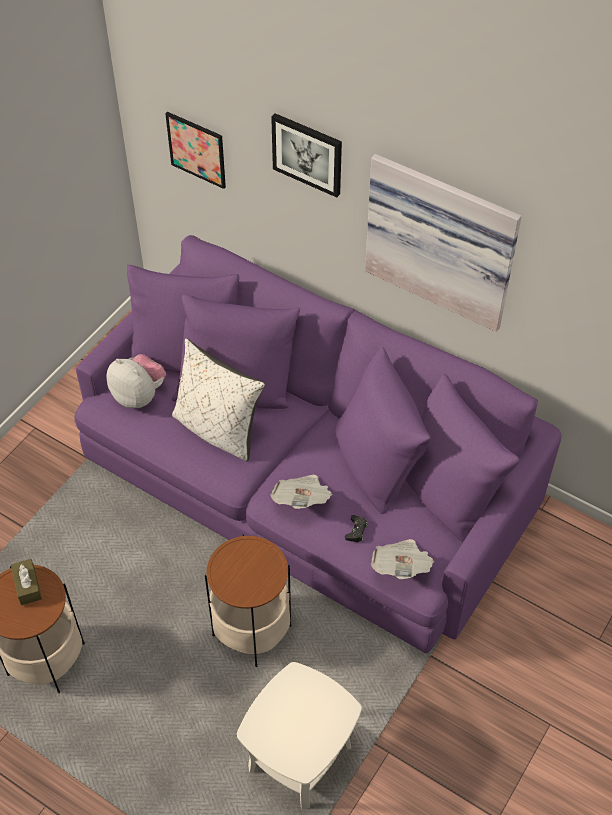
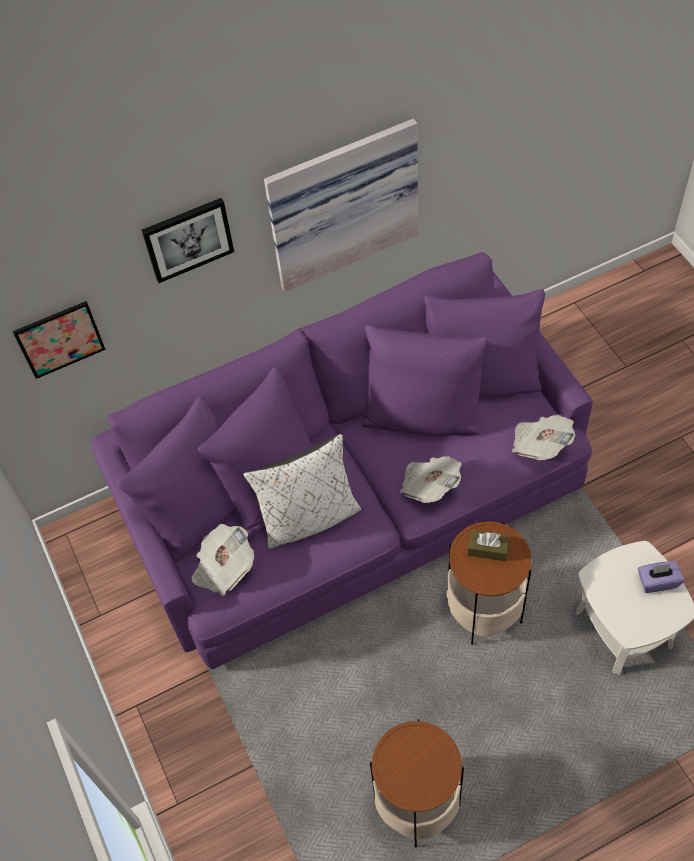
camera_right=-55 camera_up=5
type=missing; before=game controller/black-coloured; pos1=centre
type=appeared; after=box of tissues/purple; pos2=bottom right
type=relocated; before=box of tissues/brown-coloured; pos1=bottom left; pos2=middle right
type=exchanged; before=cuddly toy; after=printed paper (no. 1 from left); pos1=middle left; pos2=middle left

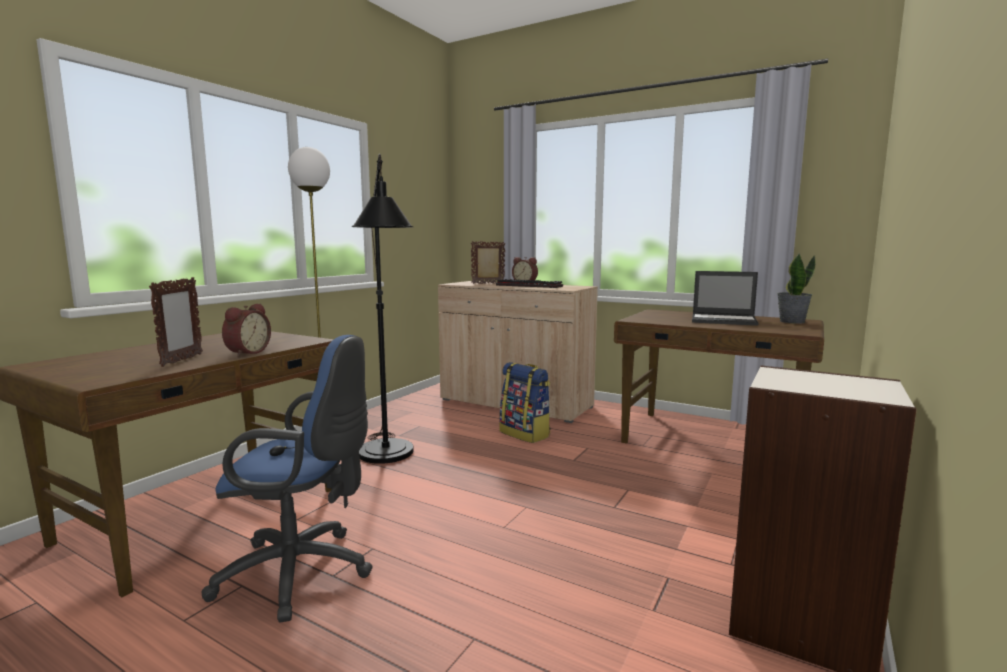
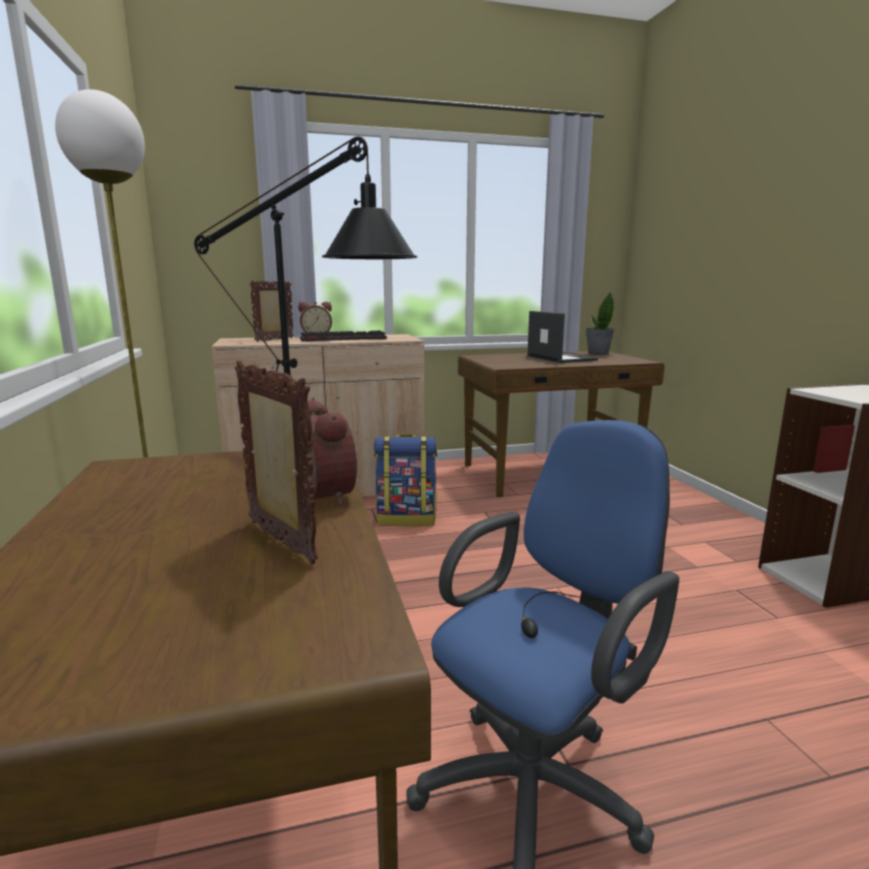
camera_right=-45 camera_up=5
type=spun; before=portable computer; pos1=middle right; pos2=centre; turn=-90

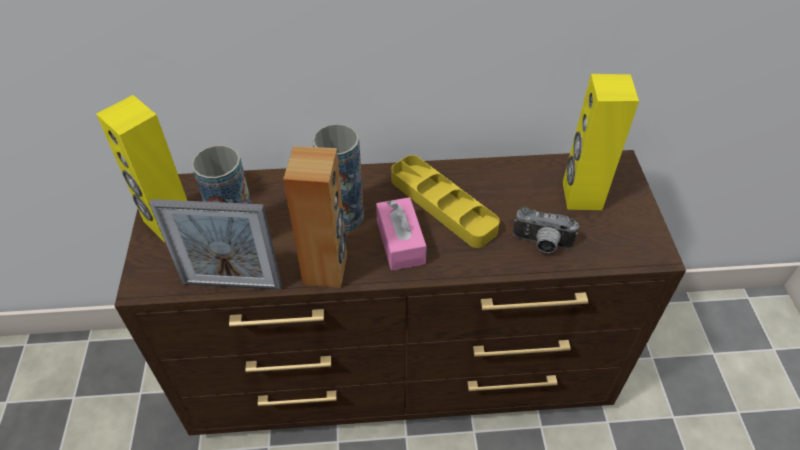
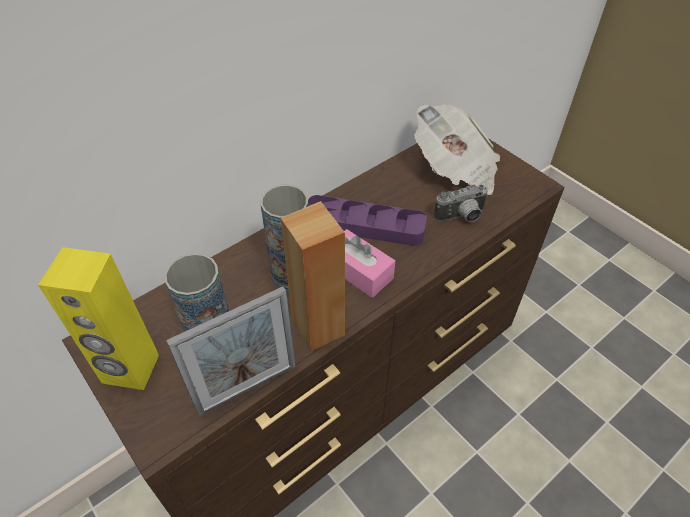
camera_right=-35 camera_up=0
type=exchanged; before=audio speaker/yellow (no. 2 from left); after=printed paper; pos1=top right; pos2=top centre
type=colour; before=carrying tray/yellow; after=carrying tray/purple; pos1=centre; pos2=centre

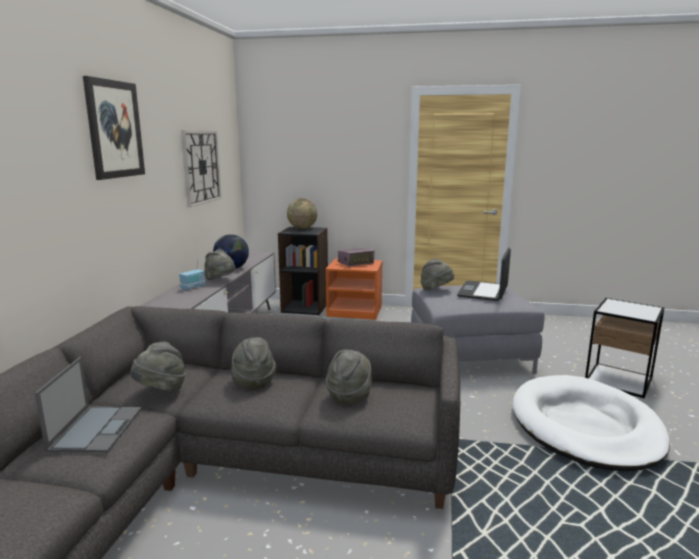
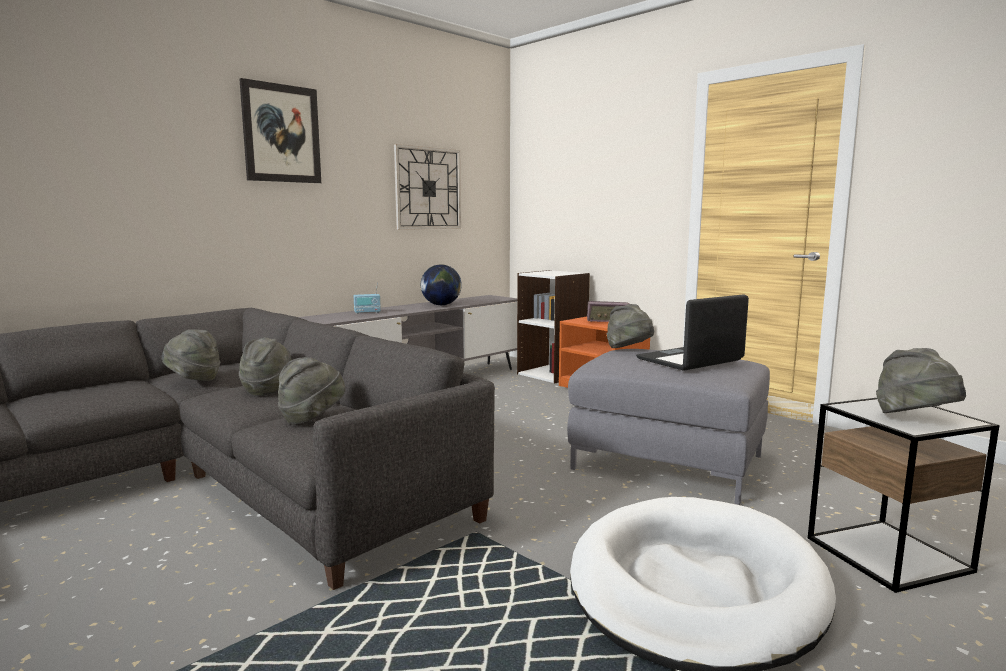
camera_right=35 camera_up=-5
type=missing; before=portable computer (no. 1 from left); pos1=bottom left
type=missing; before=world globe (no. 2 from left); pos1=centre
type=relocated; before=wearable hat/gray (no. 2 from left in the first image); after=wearable hat/gray (no. 5 from left); pos1=middle left; pos2=middle right
type=colour; before=shelving unit/black-coloured; after=shelving unit/white; pos1=centre; pos2=centre

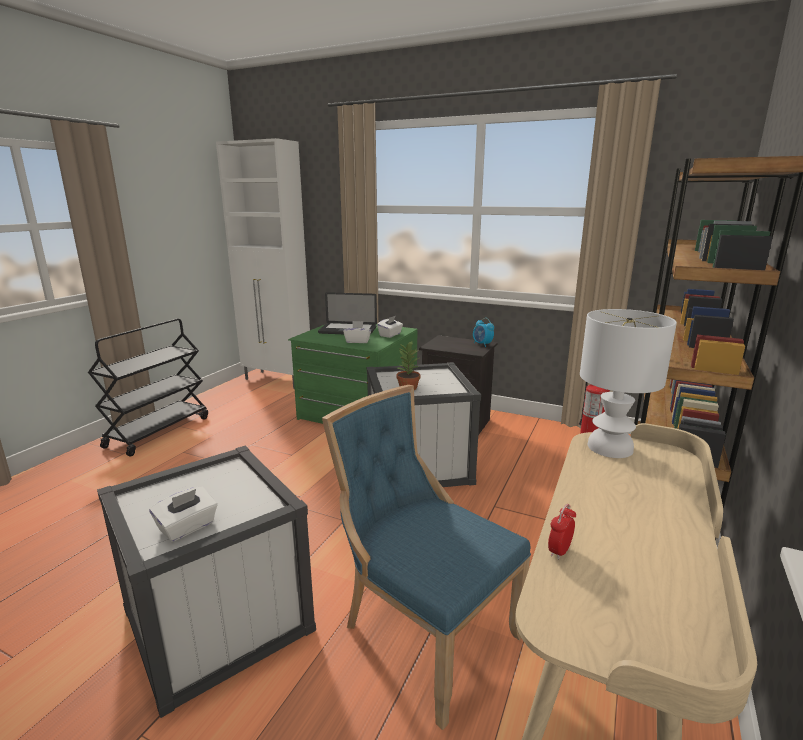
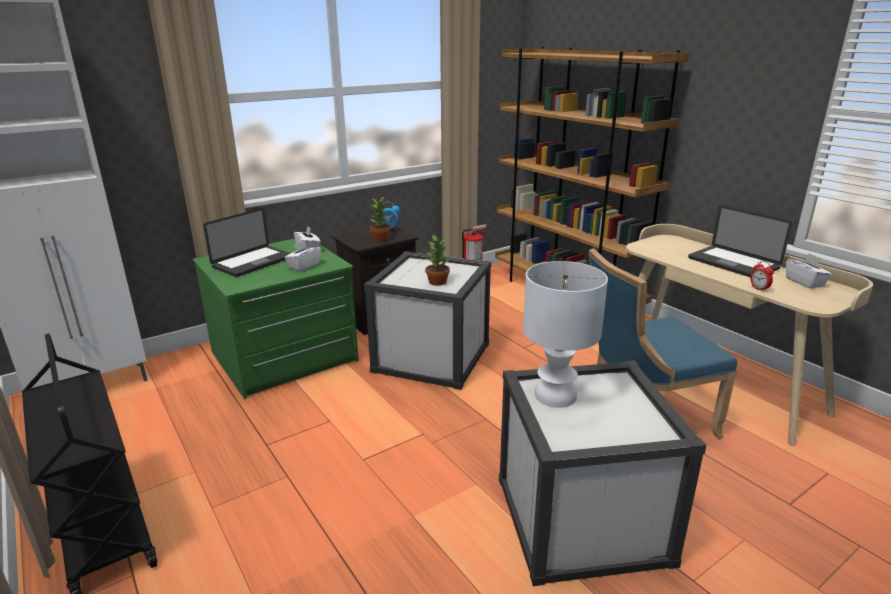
camera_right=-60 camera_up=5
type=appeared; after=houseplant (no. 1 from left); pos2=centre
type=appeared; after=portable computer (no. 2 from left); pos2=middle right
type=relocated; before=box of tissues/white (no. 1 from left in the first image); after=box of tissues/white (no. 3 from left); pos1=bottom left; pos2=middle right
type=relocated; before=table lamp/white; pos1=middle right; pos2=centre

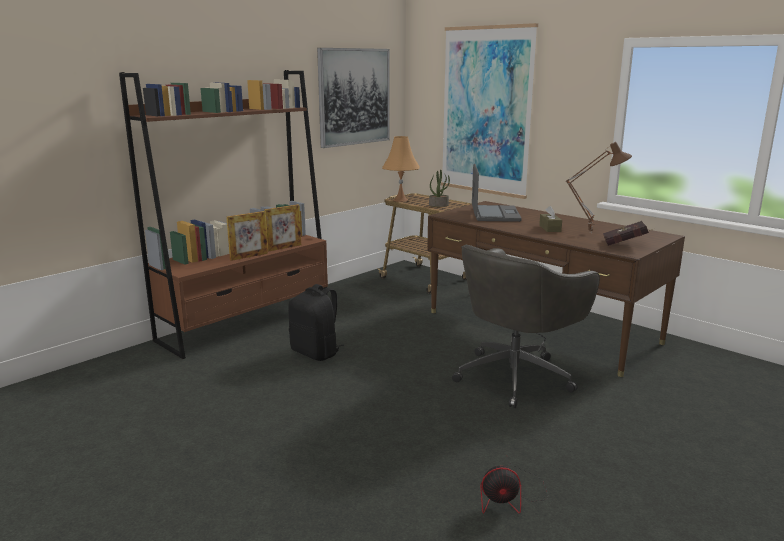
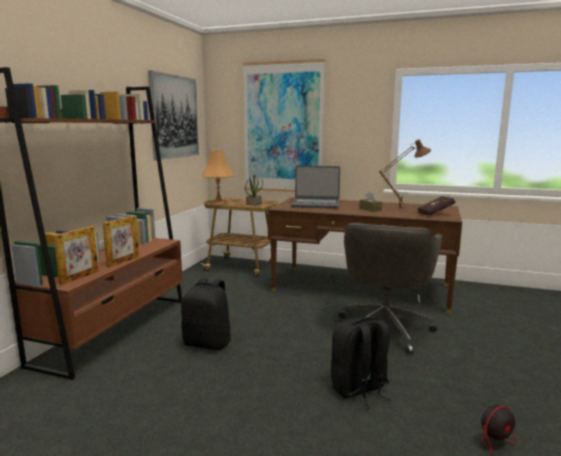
camera_right=-25 camera_up=-5
type=appeared; after=backpack/black-coloured (no. 2 from left); pos2=bottom centre
type=relocated; before=standing frame (no. 2 from left in the first image); after=standing frame (no. 1 from left); pos1=centre; pos2=middle left
type=spun; before=portable computer; pos1=centre; pos2=centre; turn=120

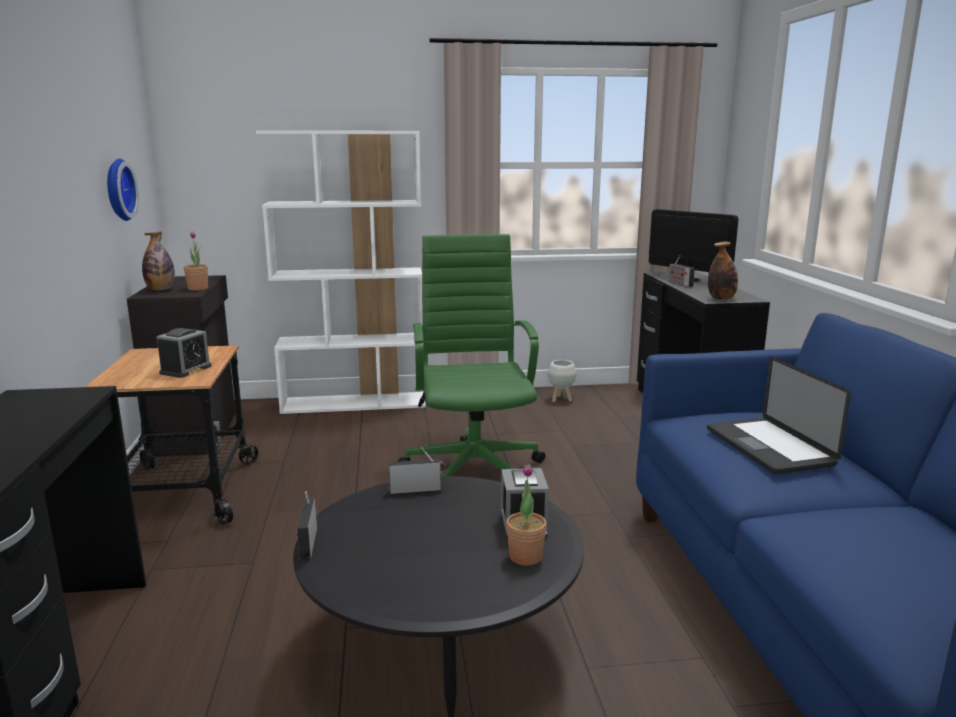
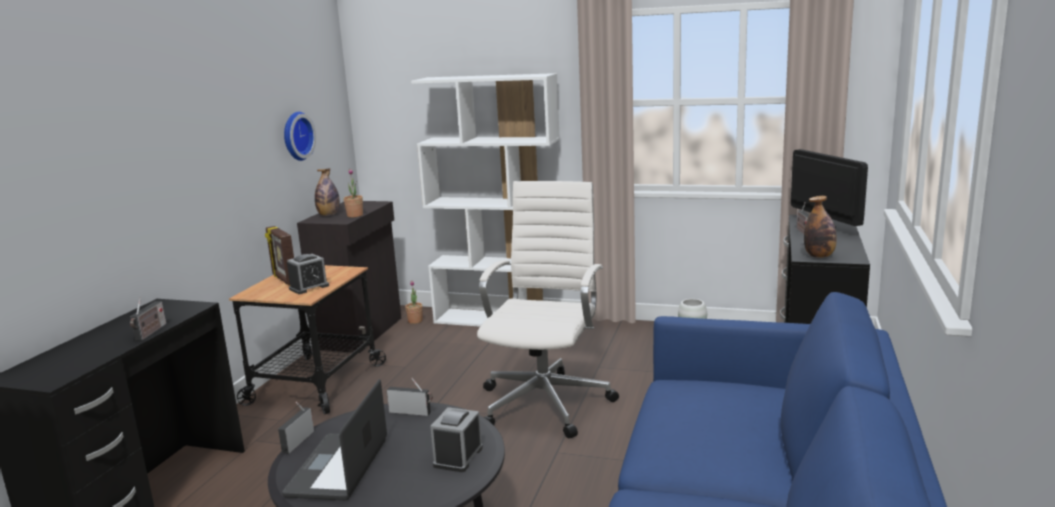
camera_right=25 camera_up=0
type=appeared; after=radio set (no. 1 from left); pos2=middle left
type=appeared; after=standing frame; pos2=middle left
type=relocated; before=houseplant (no. 2 from left); pos1=bottom centre; pos2=centre
type=relocated; before=portable computer; pos1=middle right; pos2=bottom left
type=colour; before=desk chair/green; after=desk chair/white; pos1=centre; pos2=centre

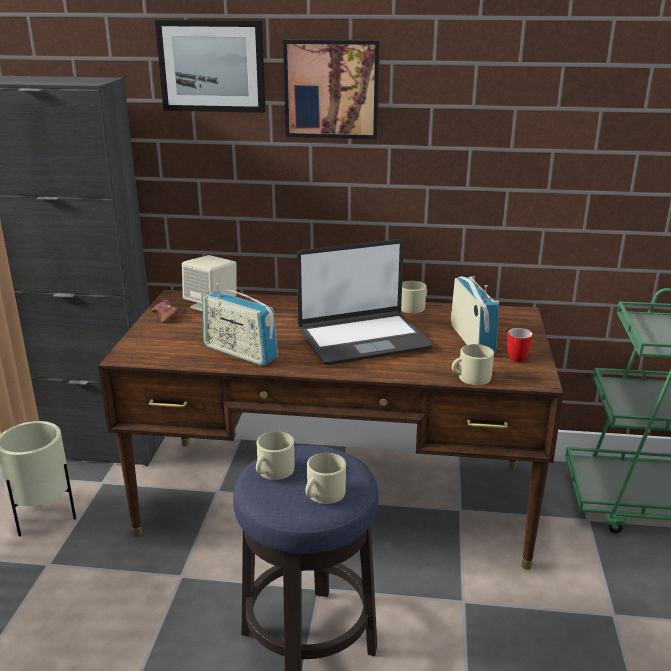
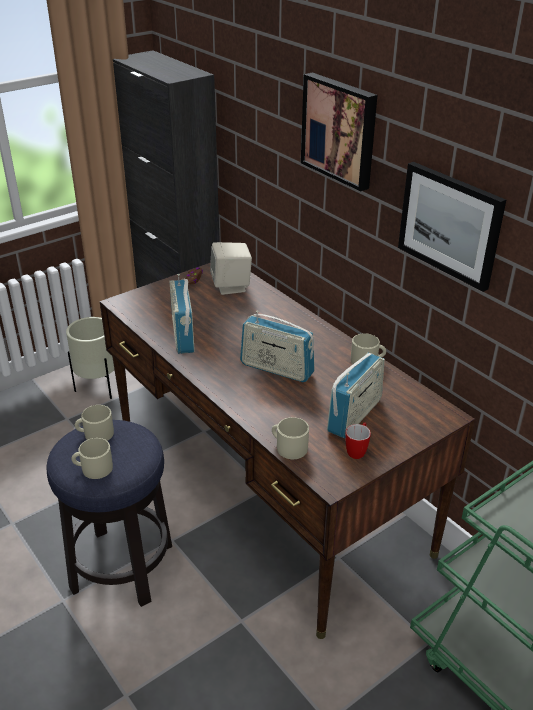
camera_right=45 camera_up=10
type=relocated; before=wall picture (no. 1 from left in the first image); after=wall picture (no. 2 from left); pos1=top left; pos2=top right
type=exchanged; before=portable computer; after=radio set (no. 2 from left); pos1=centre; pos2=centre

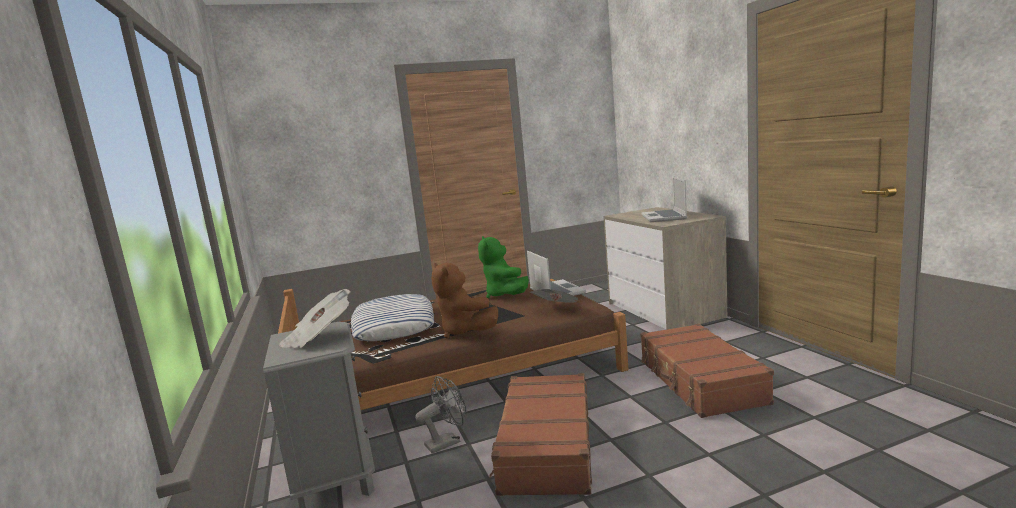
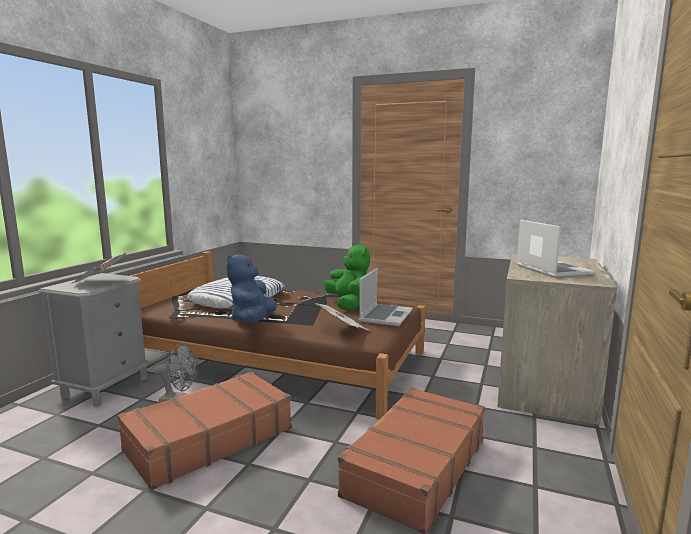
camera_right=40 camera_up=0
type=colour; before=cuddly toy/brown-coloured; after=cuddly toy/blue; pos1=centre; pos2=centre
type=spun; before=cuddly toy/green; pos1=centre; pos2=centre; turn=135
type=spun; before=portable computer (no. 2 from left); pos1=centre; pos2=middle right; turn=120

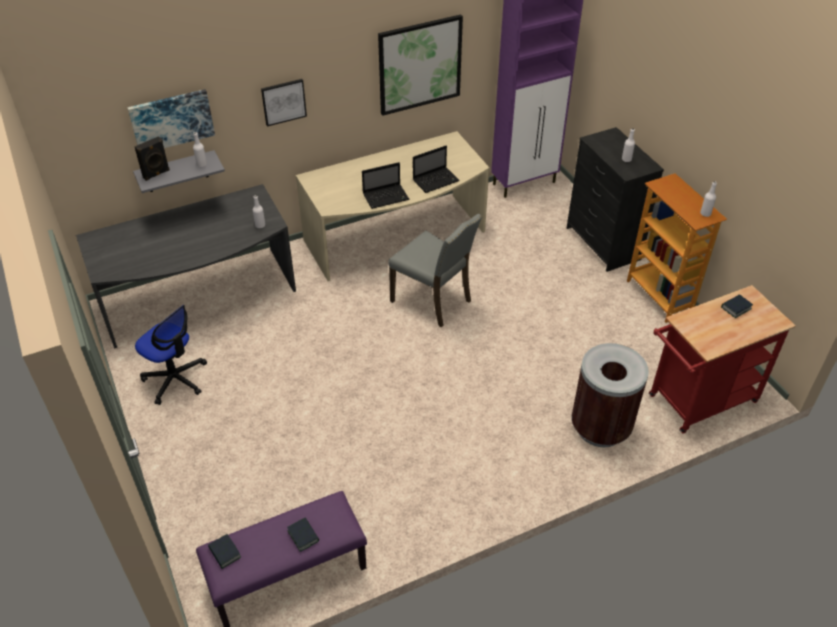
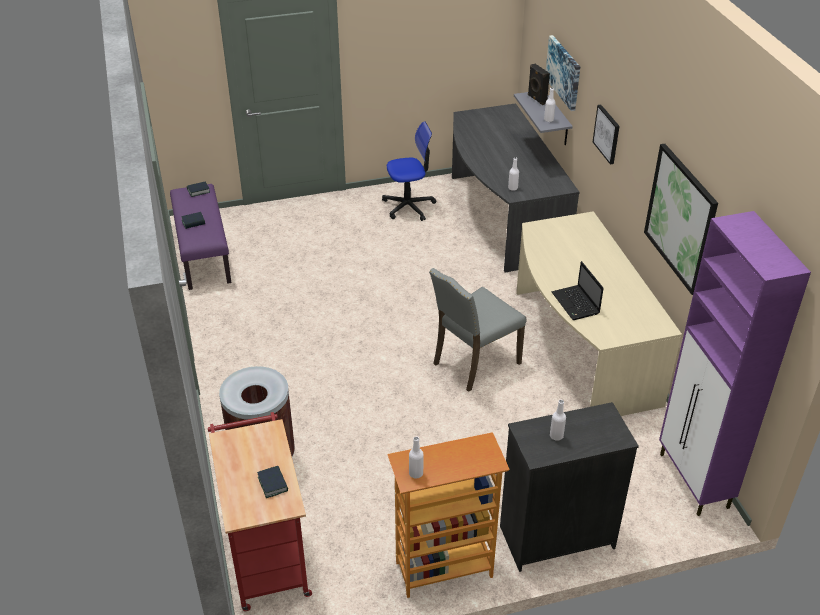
camera_right=100 camera_up=-5
type=missing; before=portable computer (no. 1 from left); pos1=top centre
type=spun; before=desk chair; pos1=middle left; pos2=top centre; turn=-150

